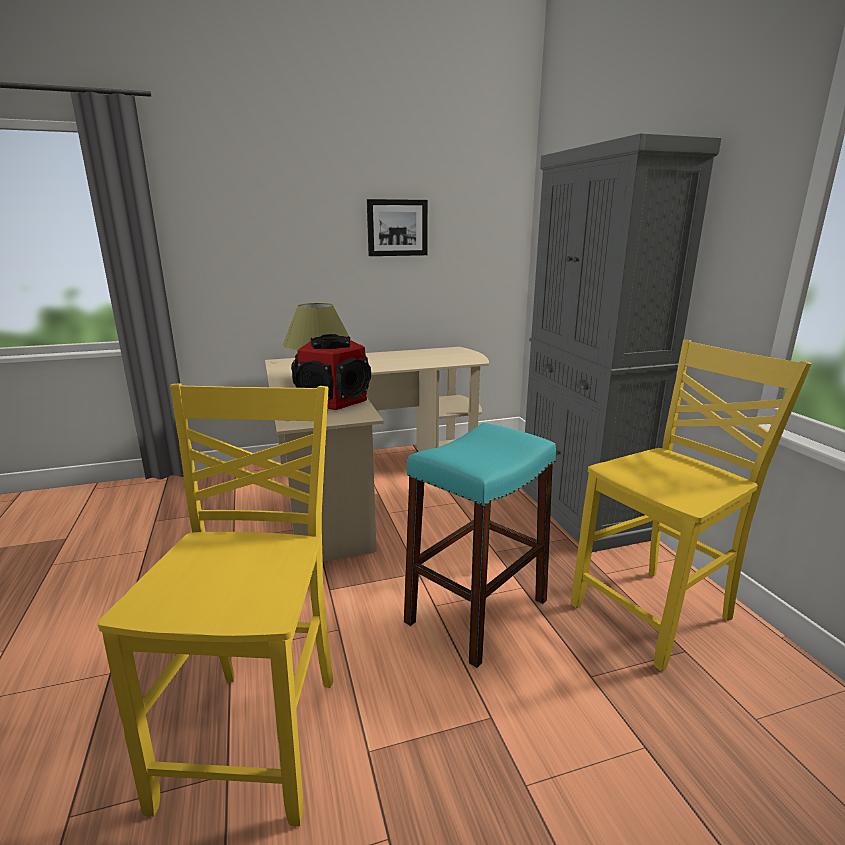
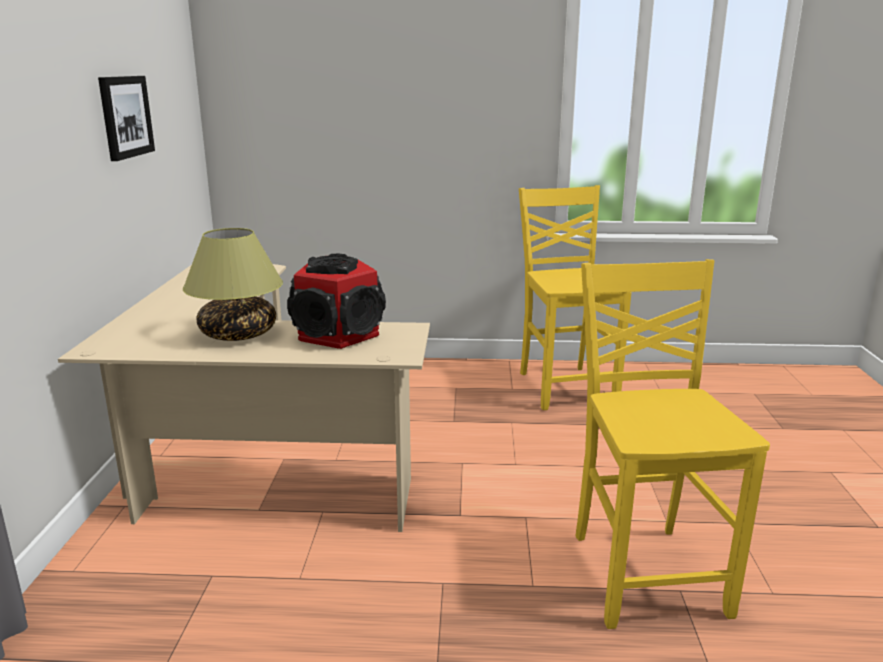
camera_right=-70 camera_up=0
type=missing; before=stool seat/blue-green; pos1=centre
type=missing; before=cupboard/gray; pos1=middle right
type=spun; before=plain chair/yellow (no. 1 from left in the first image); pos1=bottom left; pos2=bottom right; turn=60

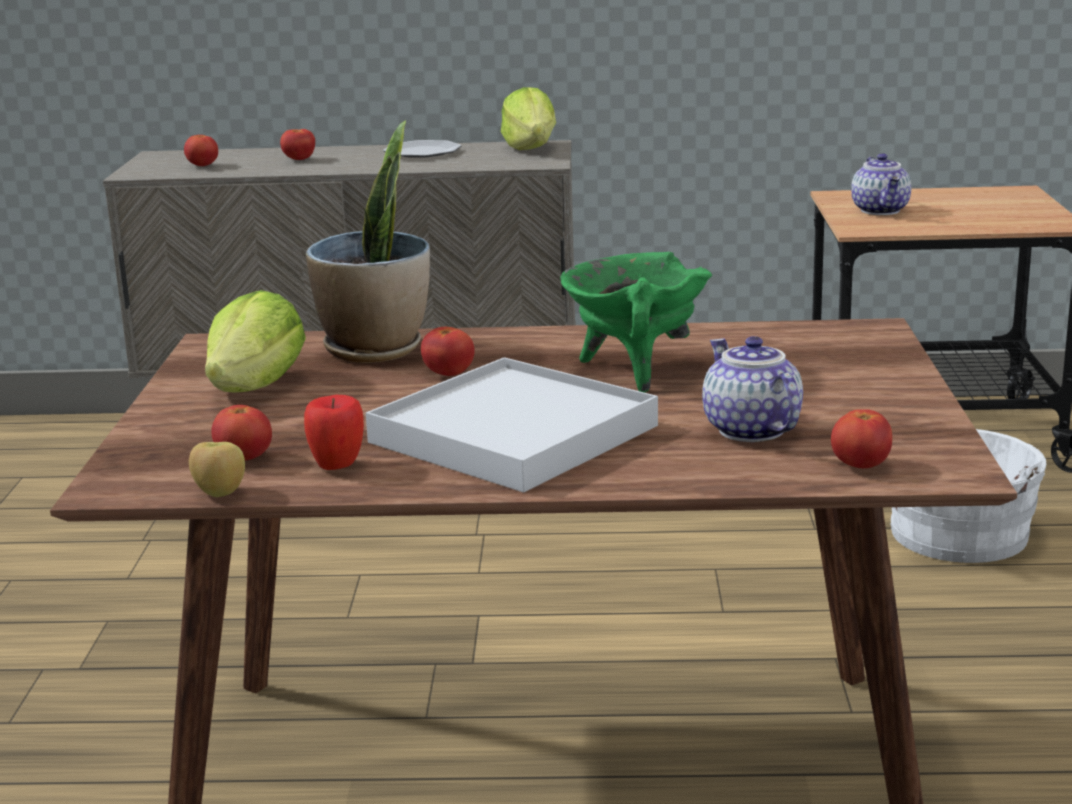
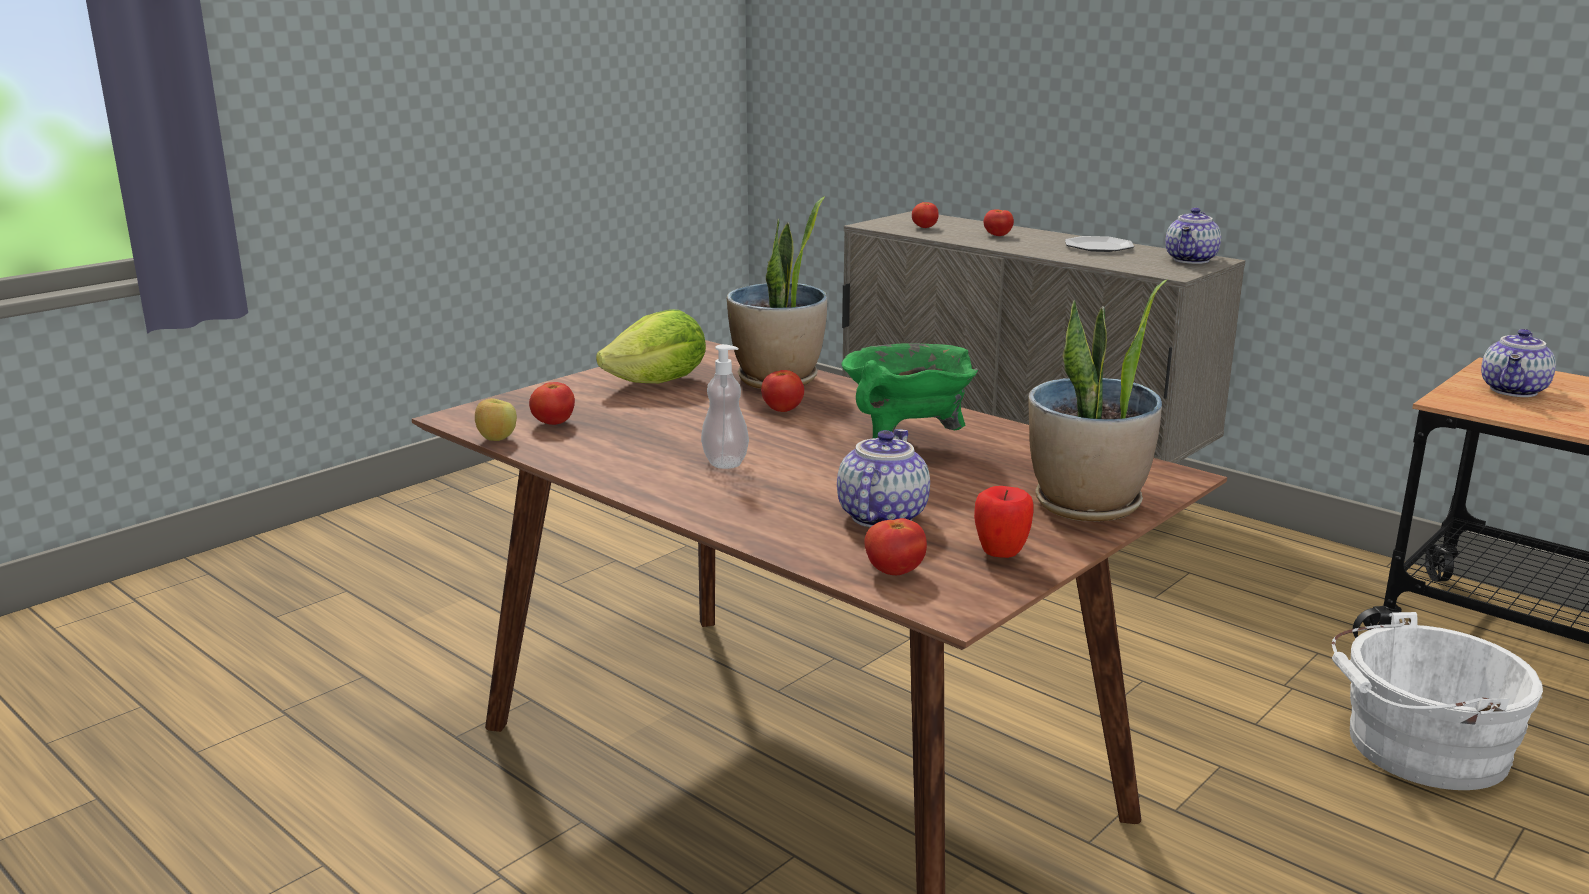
camera_right=40 camera_up=0
type=appeared; after=houseplant (no. 2 from left); pos2=middle right
type=relocated; before=apple (no. 2 from left); pos1=middle left; pos2=centre
type=exchanged; before=carrying tray/white; after=soap bottle; pos1=centre; pos2=centre
type=exchanged; before=lettuce head (no. 2 from left); after=tea pot (no. 2 from left); pos1=top centre; pos2=top right

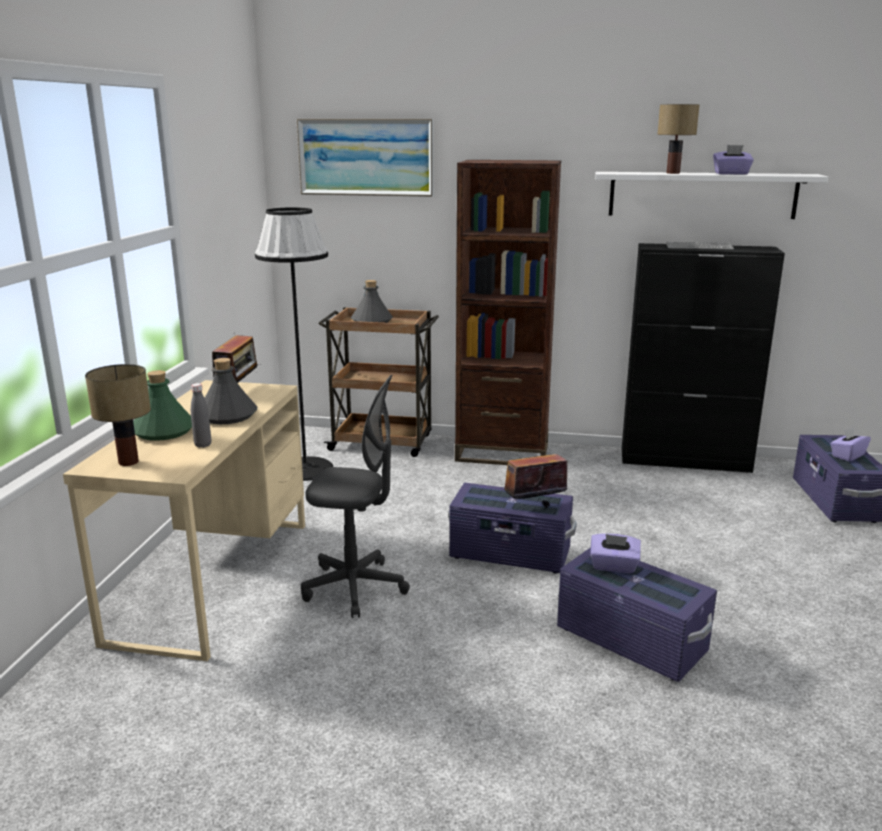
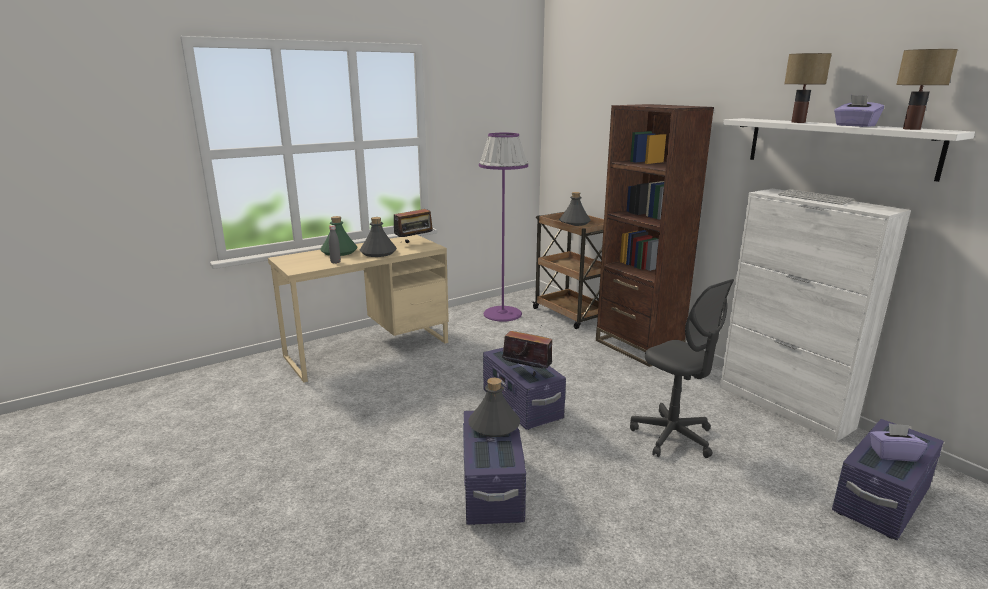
camera_right=45 camera_up=0
type=missing; before=wall picture; pos1=top centre
type=relocated; before=table lamp (no. 1 from left in the first image); after=table lamp (no. 2 from left); pos1=middle left; pos2=top right
type=relocated; before=desk chair/gray; pos1=centre; pos2=middle right
type=exchanged; before=box of tissues/purple (no. 1 from left); after=drink bottle/gray (no. 3 from left); pos1=middle right; pos2=bottom centre
type=colour; before=standard lamp/black-coloured; after=standard lamp/purple; pos1=centre; pos2=centre
type=colour; before=cupboard/black-coloured; after=cupboard/white; pos1=middle right; pos2=middle right

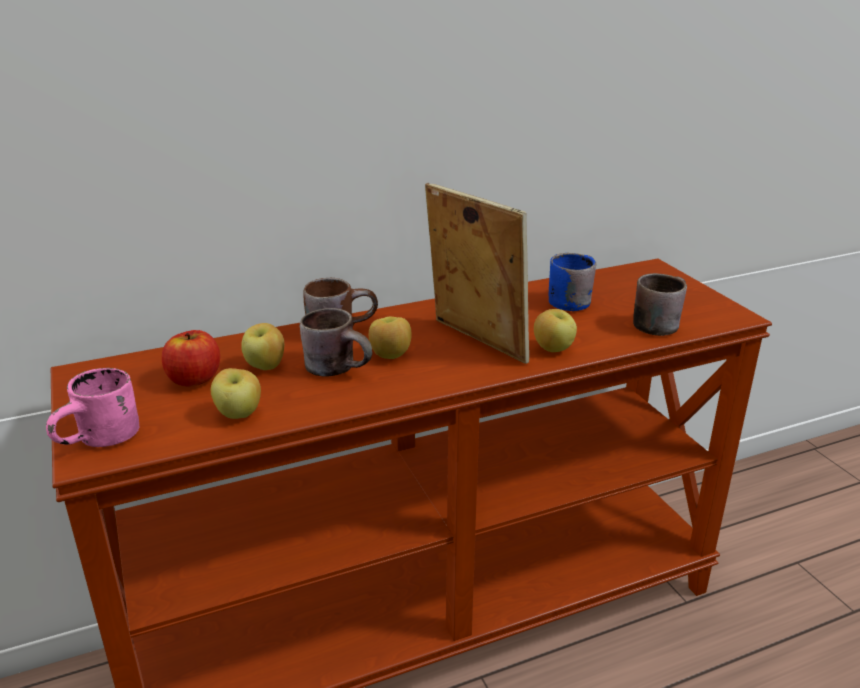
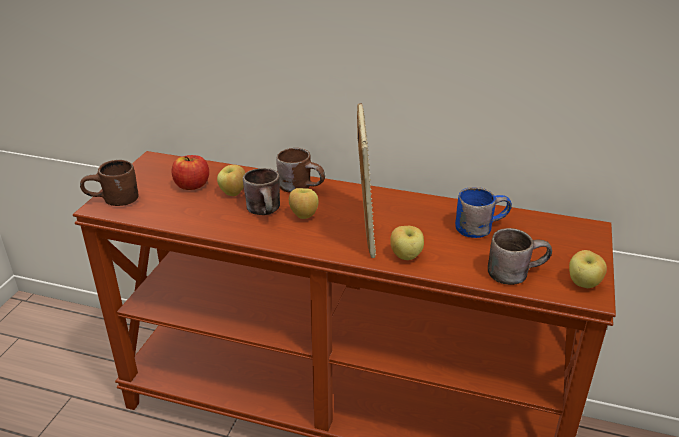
camera_right=40 camera_up=5
type=relocated; before=apple (no. 2 from left in the first image); after=apple (no. 5 from left); pos1=middle left; pos2=middle right
type=colour; before=coffee mug/pink; after=coffee mug/brown-coloured (no. 1 from left); pos1=middle left; pos2=middle left

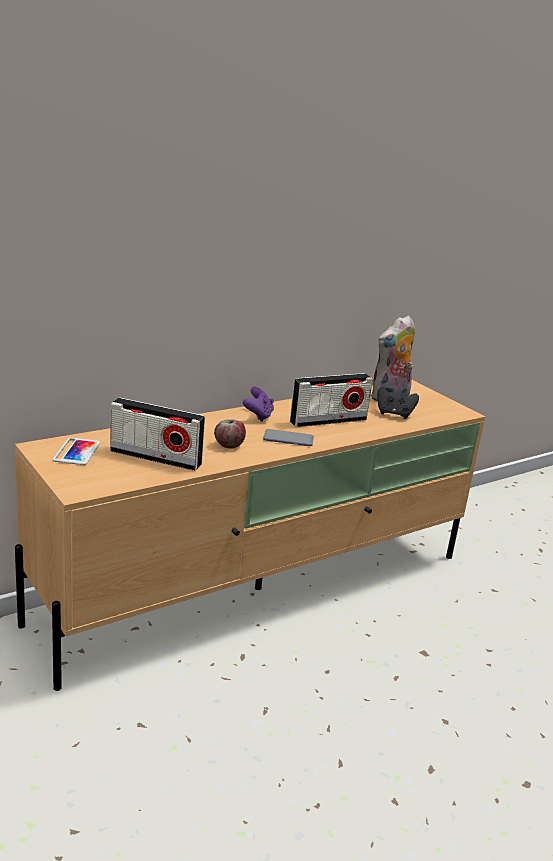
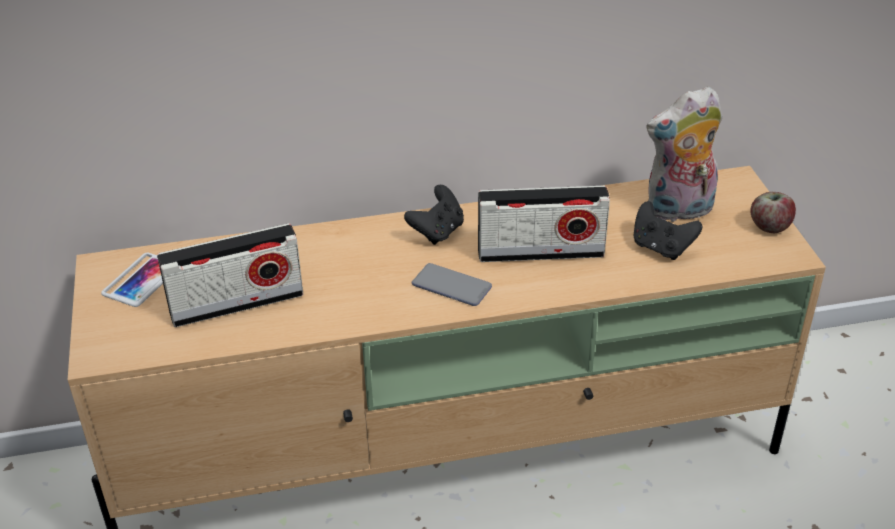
camera_right=25 camera_up=15
type=relocated; before=apple; pos1=centre; pos2=middle right
type=colour; before=game controller/purple; after=game controller/black-coloured (no. 1 from left); pos1=centre; pos2=centre
type=spun; before=radio set (no. 1 from left); pos1=middle left; pos2=middle left; turn=-60

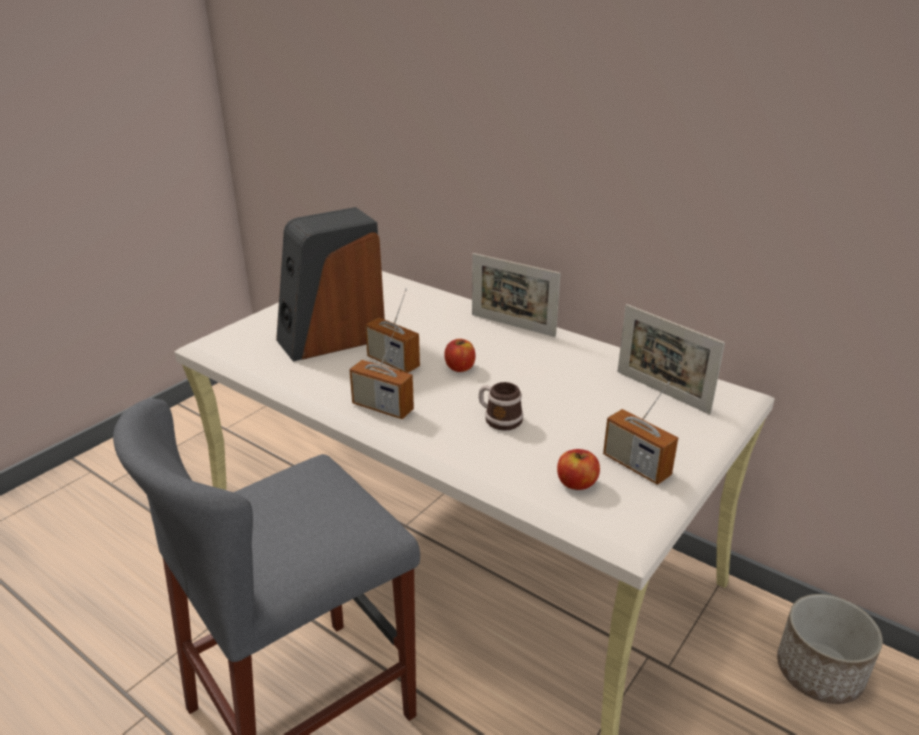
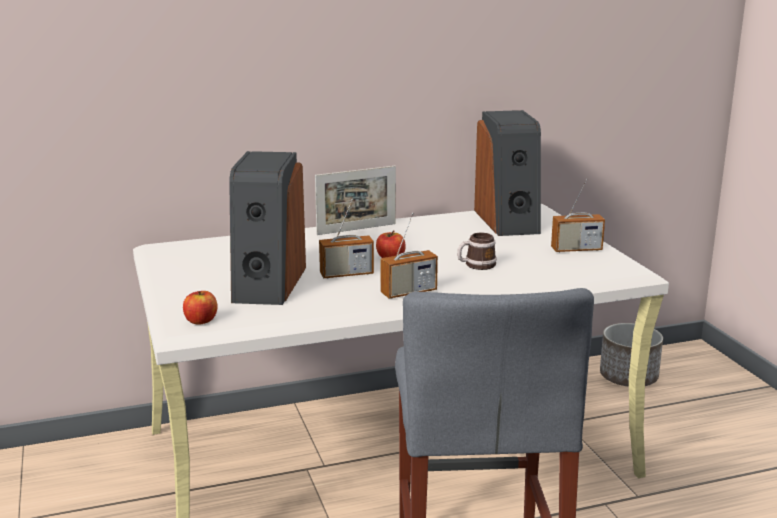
camera_right=-55 camera_up=-10
type=relocated; before=apple (no. 2 from left in the first image); after=apple (no. 1 from left); pos1=centre; pos2=middle left
type=exchanged; before=standing frame (no. 2 from left); after=audio speaker (no. 2 from left); pos1=middle right; pos2=centre

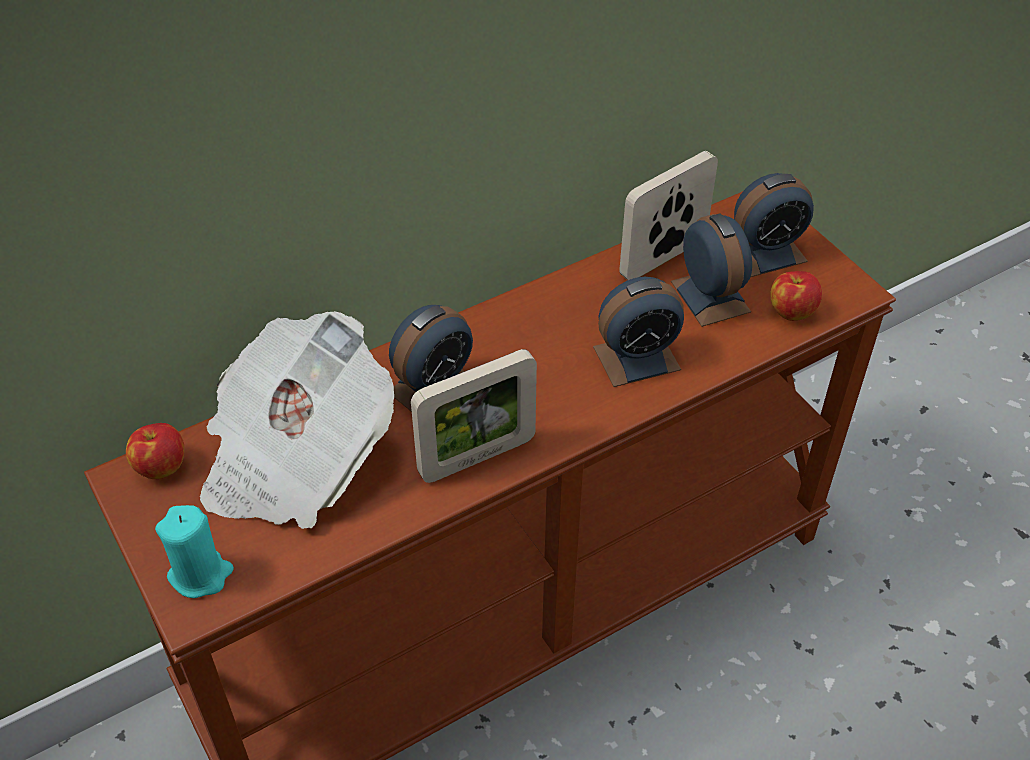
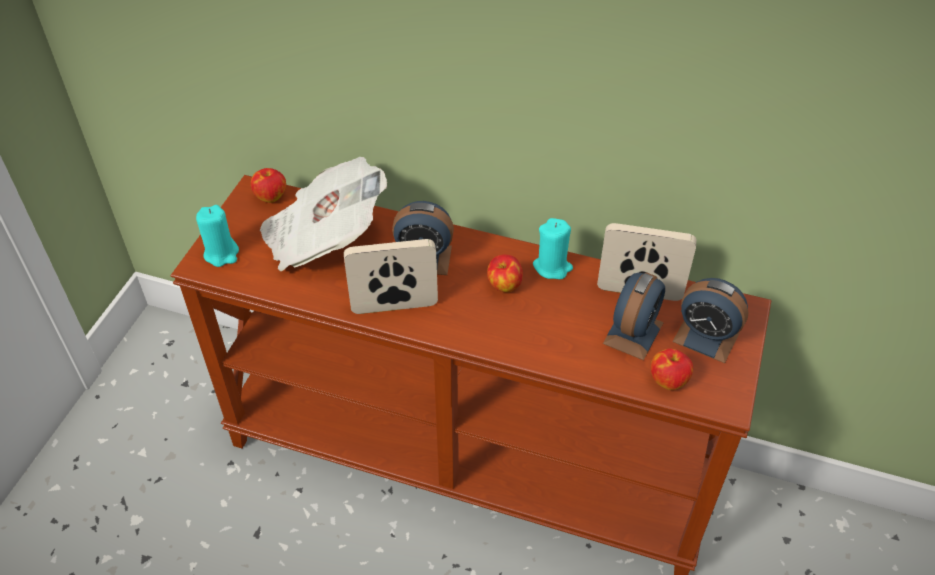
camera_right=50 camera_up=0
type=missing; before=table clock (no. 2 from left); pos1=centre
type=appeared; after=apple (no. 2 from left); pos2=centre
type=appeared; after=wax light/blue-green (no. 2 from left); pos2=centre
type=spun; before=standing frame (no. 1 from left); pos1=centre; pos2=centre; turn=150

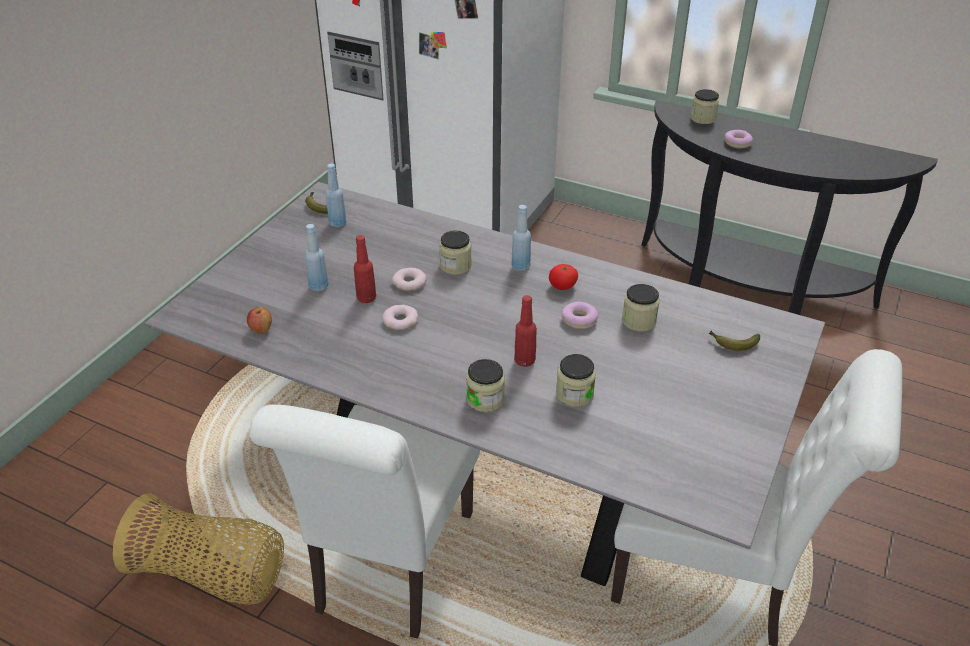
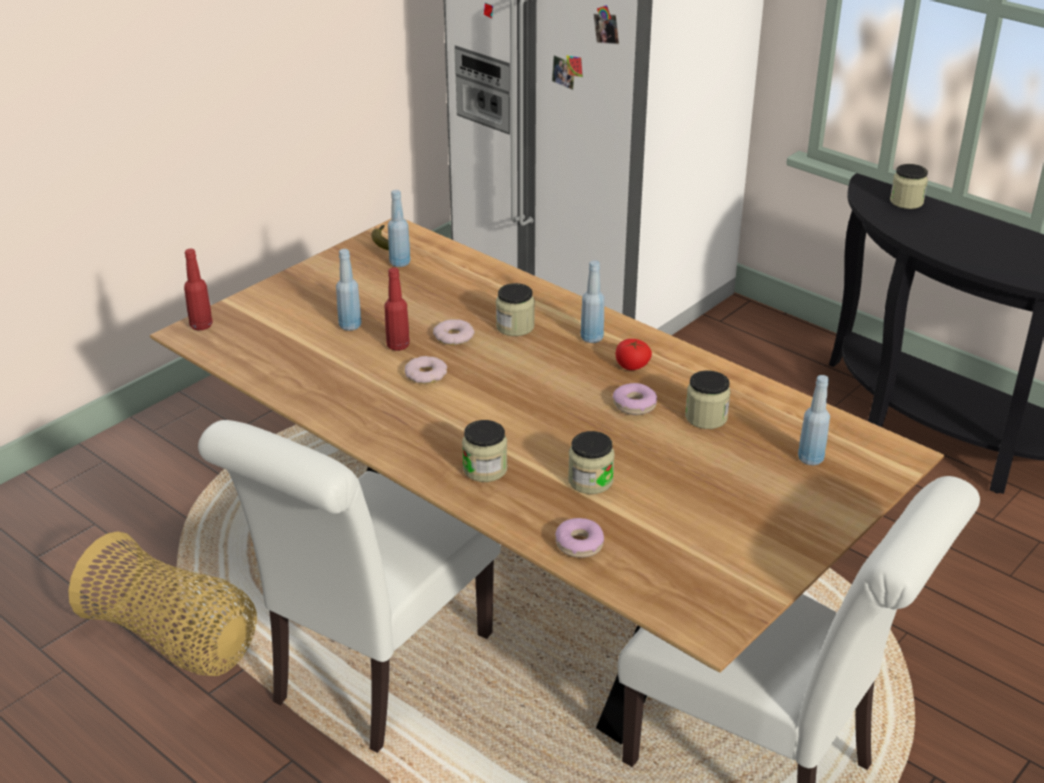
camera_right=15 camera_up=-5
type=missing; before=apple; pos1=middle left
type=relocated; before=drink bottle/red-coloured (no. 2 from left in the first image); after=drink bottle/red-coloured (no. 1 from left); pos1=centre; pos2=middle left
type=relocated; before=donut (no. 4 from left in the first image); after=donut (no. 3 from left); pos1=top right; pos2=bottom centre
type=exchanged; before=whole banana (no. 2 from left); after=drink bottle/blue (no. 4 from left); pos1=middle right; pos2=middle right
type=colour; before=dining table/gray; after=dining table/brown-coloured; pos1=centre; pos2=centre

